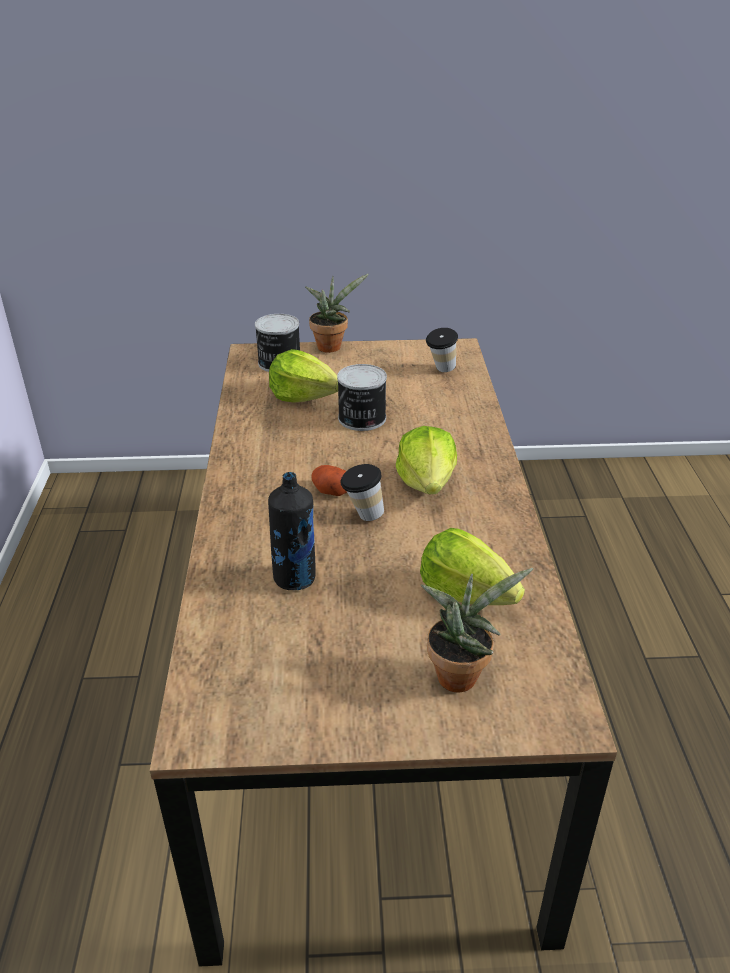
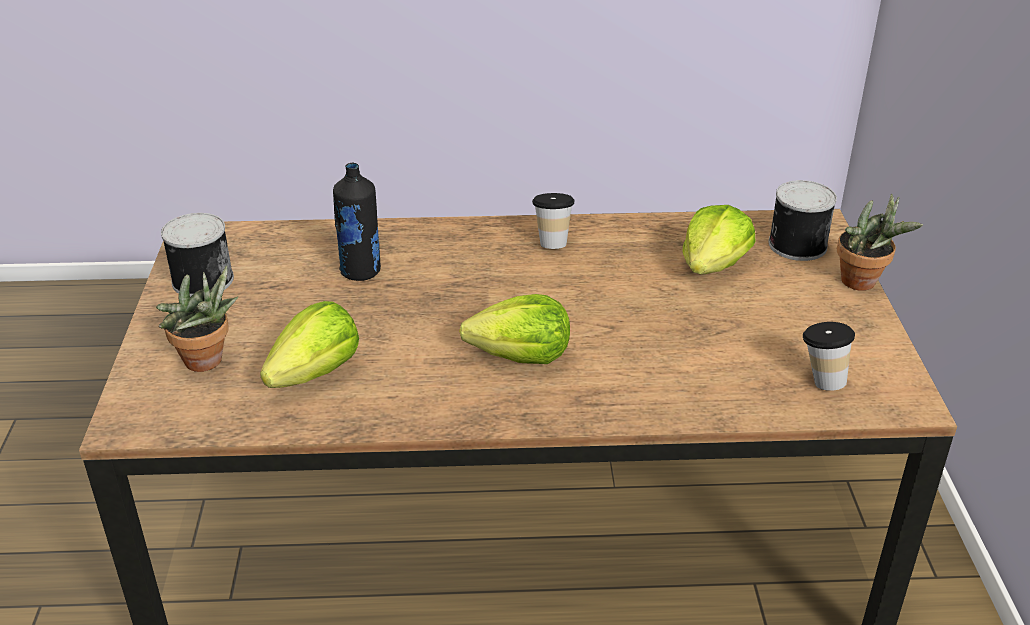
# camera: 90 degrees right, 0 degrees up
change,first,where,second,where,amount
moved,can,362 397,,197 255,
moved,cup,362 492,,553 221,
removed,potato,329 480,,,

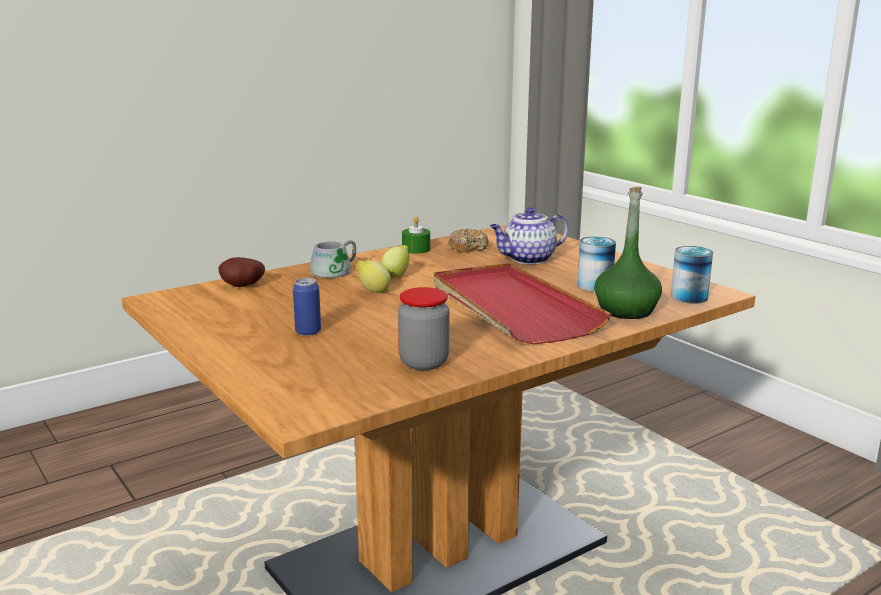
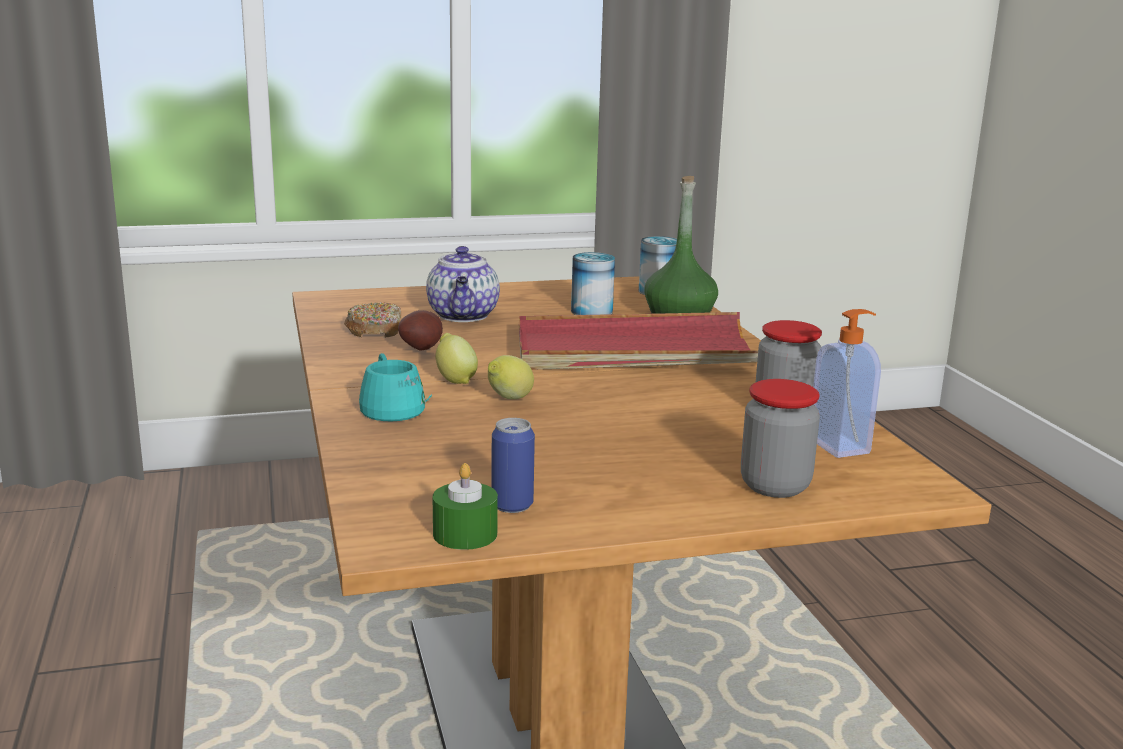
# camera: 70 degrees left, 0 degrees up
change,first,where,second,where,amount
moved,candle (green),416 235,,465 506,
recoloured,mug (grey),334 259,mug (turquoise),395 387,
moved,potato,241 272,,420 330,
moved,can,307 307,,513 465,
added,,,soap dispenser,847 383,
added,,,jar,780 438,

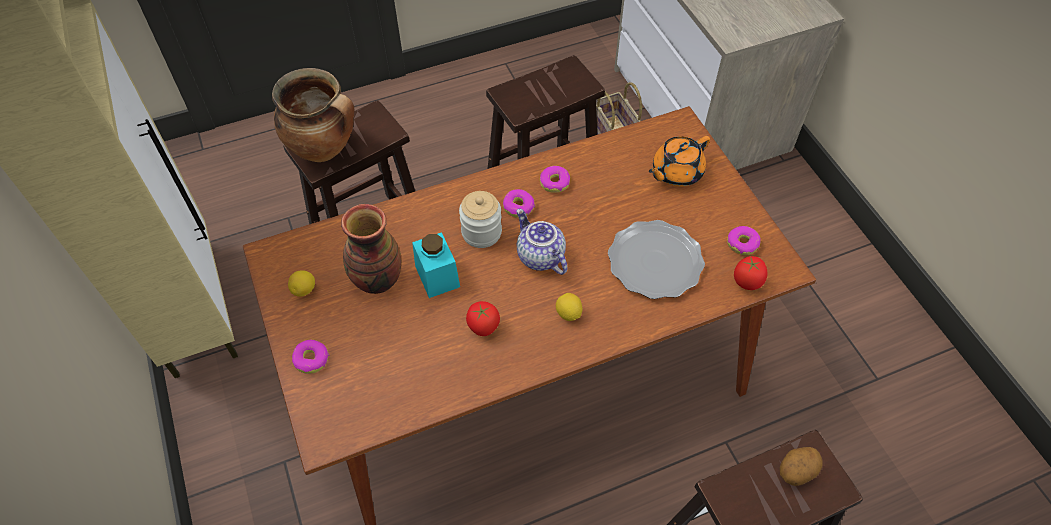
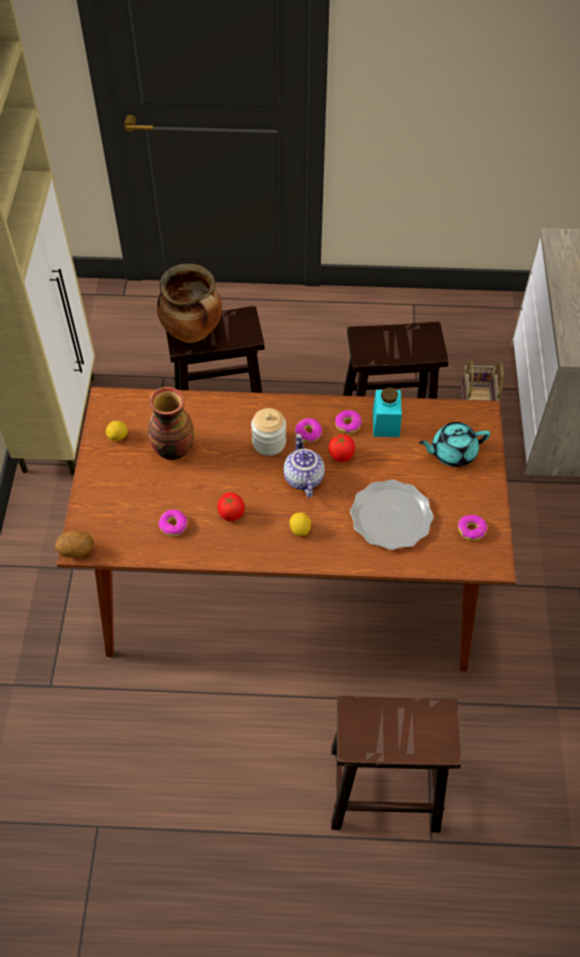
# camera: 25 degrees right, 0 degrees up
change,first,where,second,where,amount
recoloured,teapot (orange),679 161,teapot (turquoise),454 444,
moved,jar (turquoise),436 265,,387 412,
moved,tomato,751 273,,342 448,
moved,donut,310 357,,173 523,
moved,potato,801 466,,74 543,

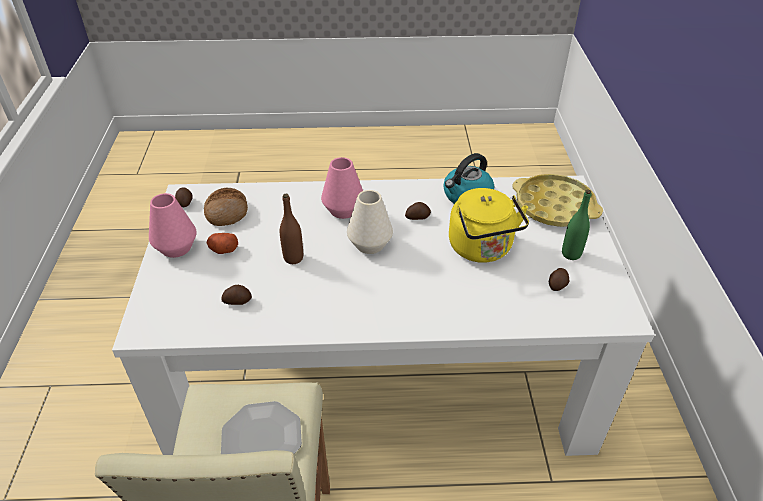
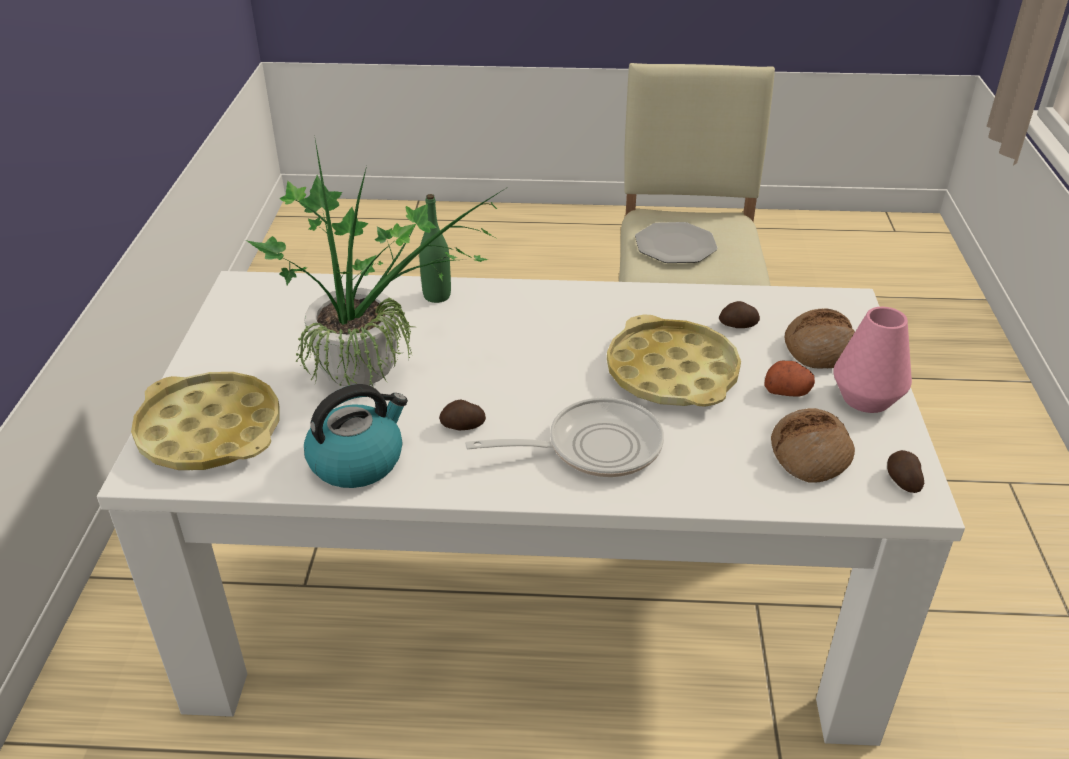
# camera: 175 degrees left, 5 degrees down
change,first,where,second,where,amount
replaced,vase (pink),342 188,frying pan,564 437,
replaced,kettle (yellow),489 225,potted plant,376 260,
removed,vase (white),370 222,,,
moved,bottle (green),576 225,,435 248,
replaced,bottle (brown),291 229,tray (yellow),674 361,
removed,potato,559 279,,,
added,,,bread,819 338,

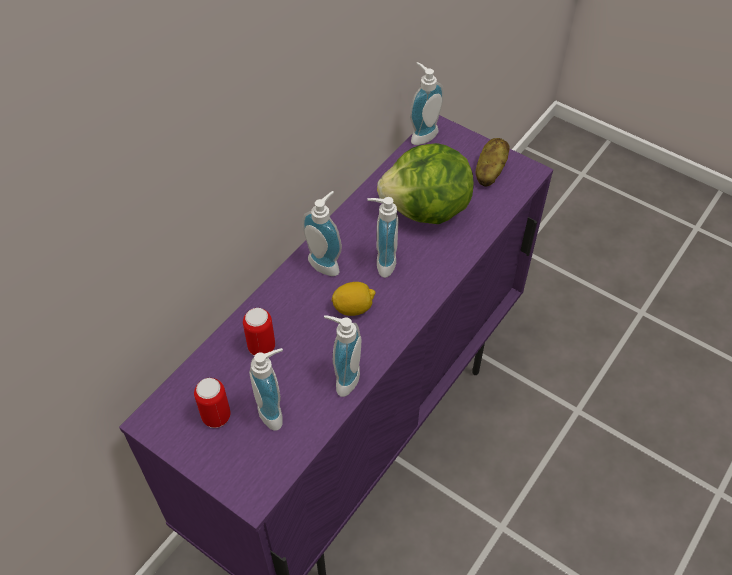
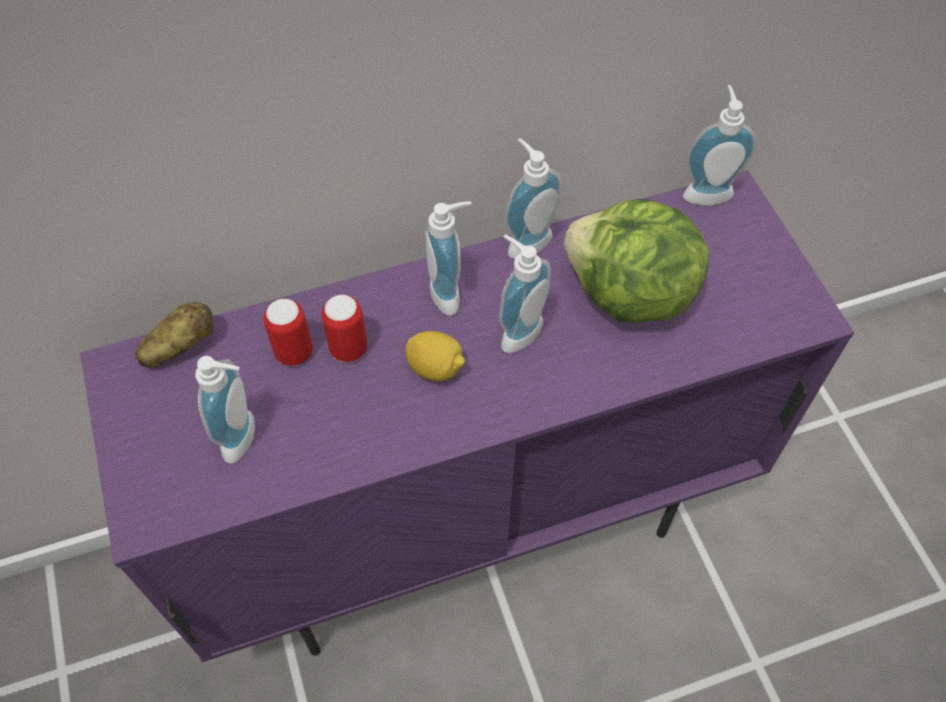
# camera: 35 degrees right, 5 degrees up
change,first,where,second,where,amount
moved,potato,493 162,,174 334,
moved,soap dispenser,342 356,,533 198,
moved,can,212 403,,344 328,

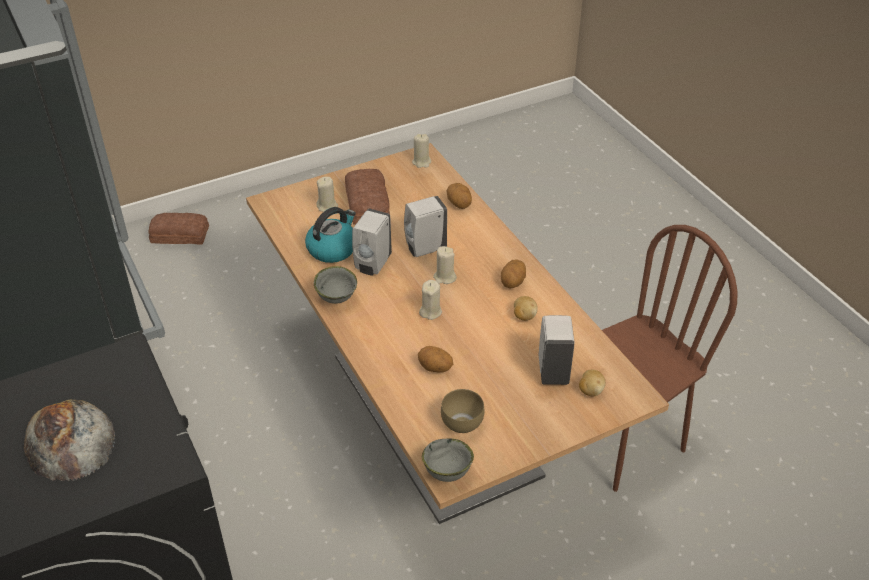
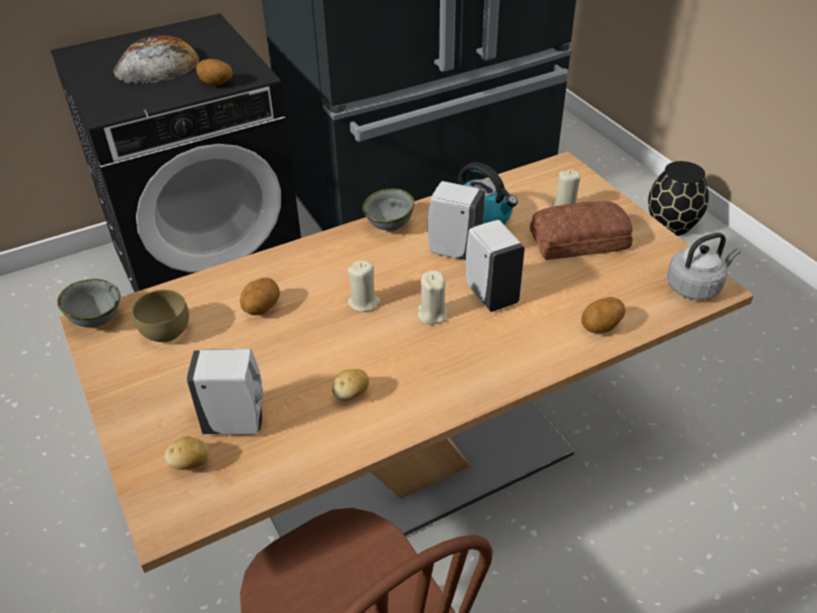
# camera: 90 degrees right, 0 degrees up
change,first,where,second,where,amount
replaced,candle (beige),421 151,kettle (grey),703 266,
replaced,bread,178 229,vase (black),678 198,
moved,potato,513 273,,214 72,

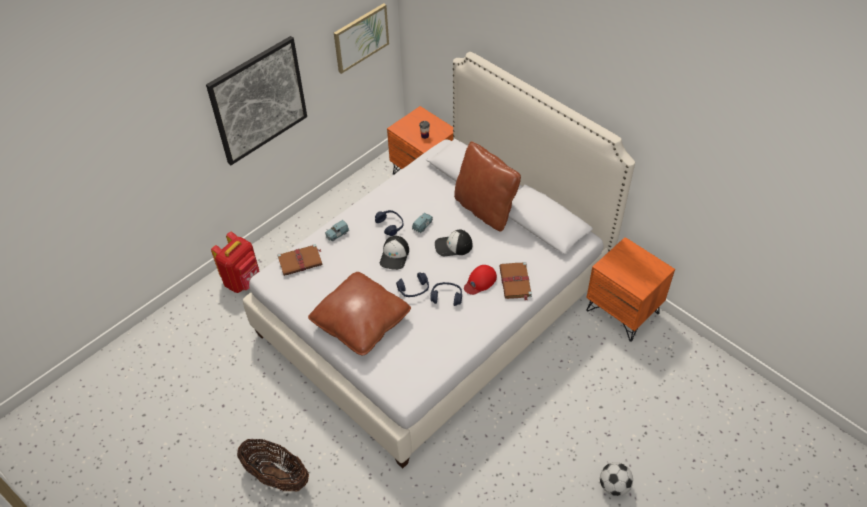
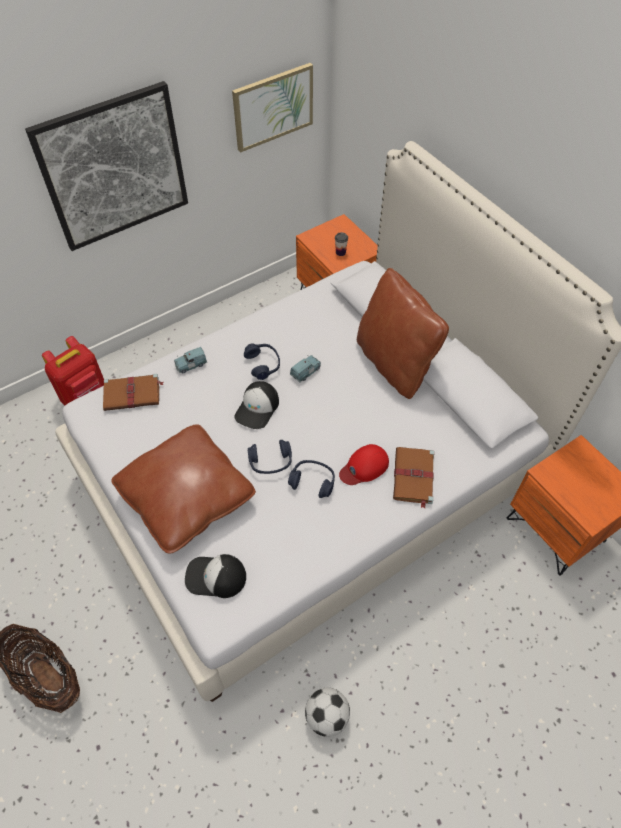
# camera: 10 degrees right, 5 degrees up
change,first,where,second,where,amount
moved,cap,453 243,,215 576,
moved,football,616 479,,327 712,

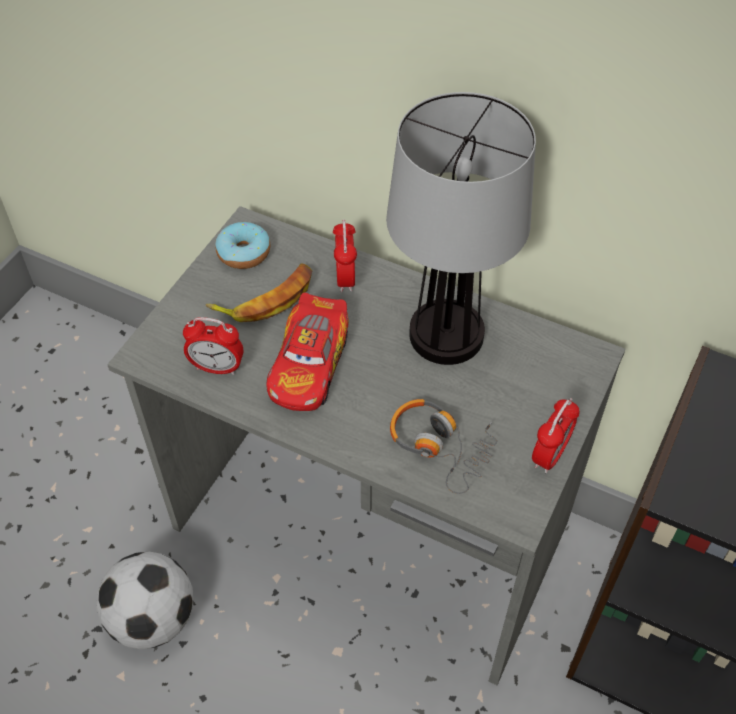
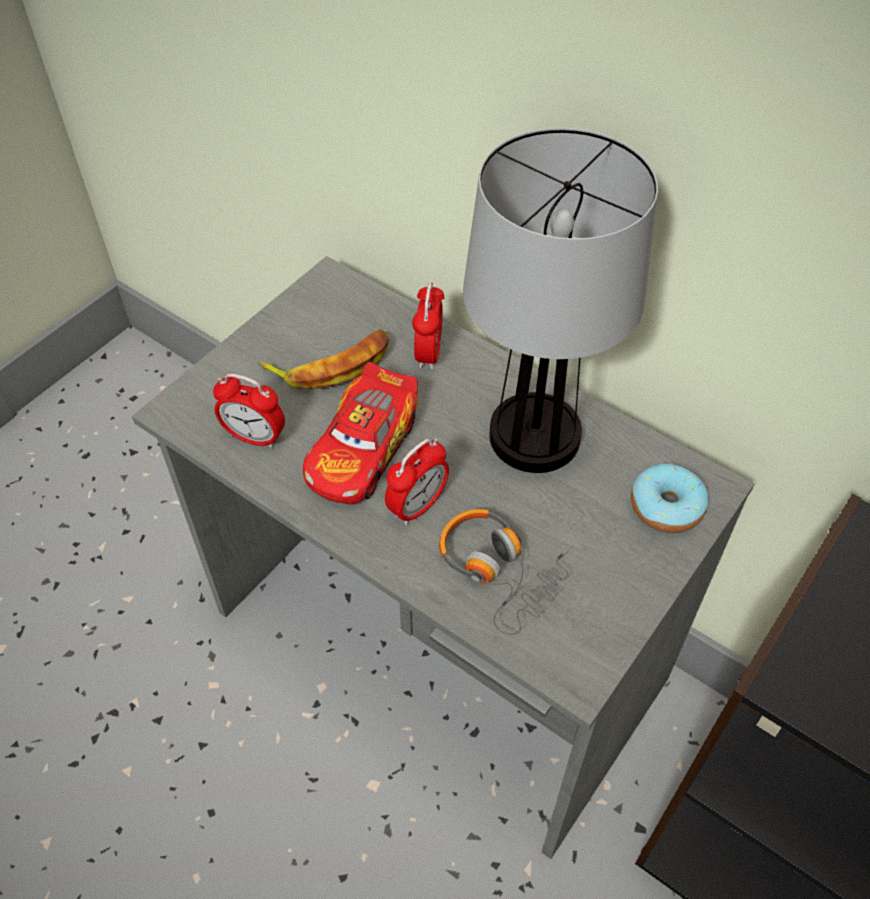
# camera: 10 degrees right, 0 degrees up
change,first,where,second,where,amount
moved,donut,242 245,,669 498,
moved,alarm clock,556 435,,417 482,
removed,football,144 600,,,

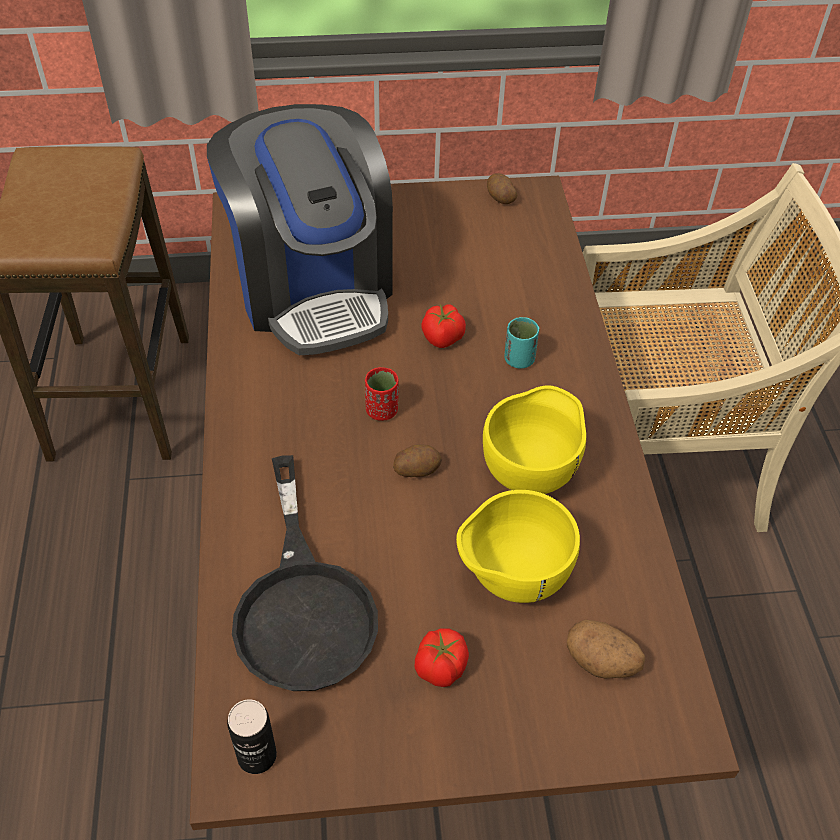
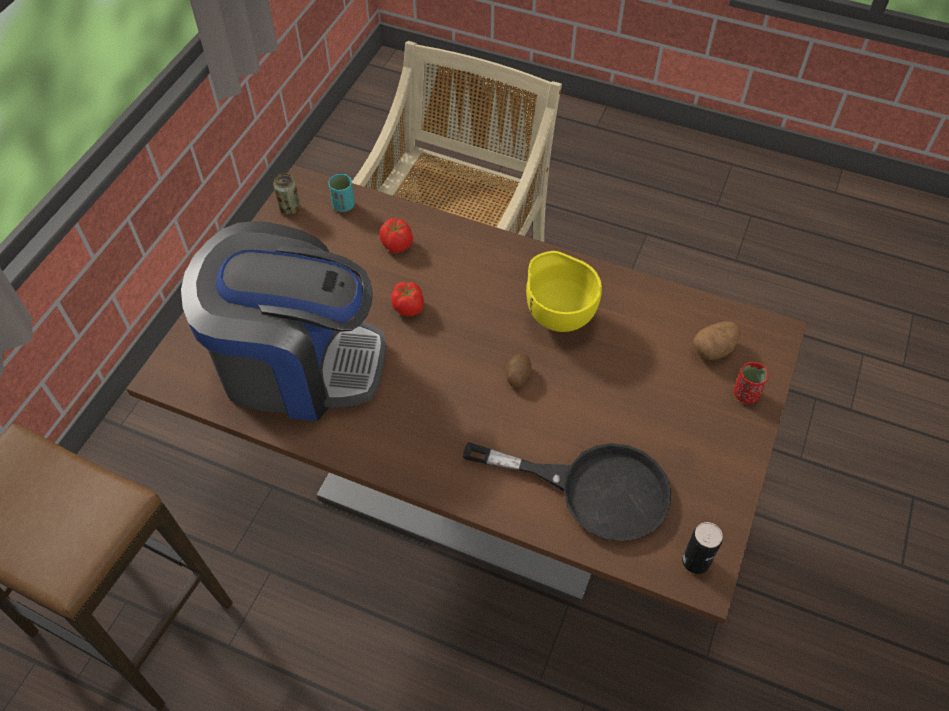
# camera: 60 degrees left, 5 degrees up
change,first,where,second,where,amount
replaced,potato,502 188,can,287 194,
moved,cup (turquoise),521 343,,341 193,
moved,cup (red),382 394,,751 383,
removed,bowl (yellow),518 546,,,
moved,tomato,442 657,,396 235,

